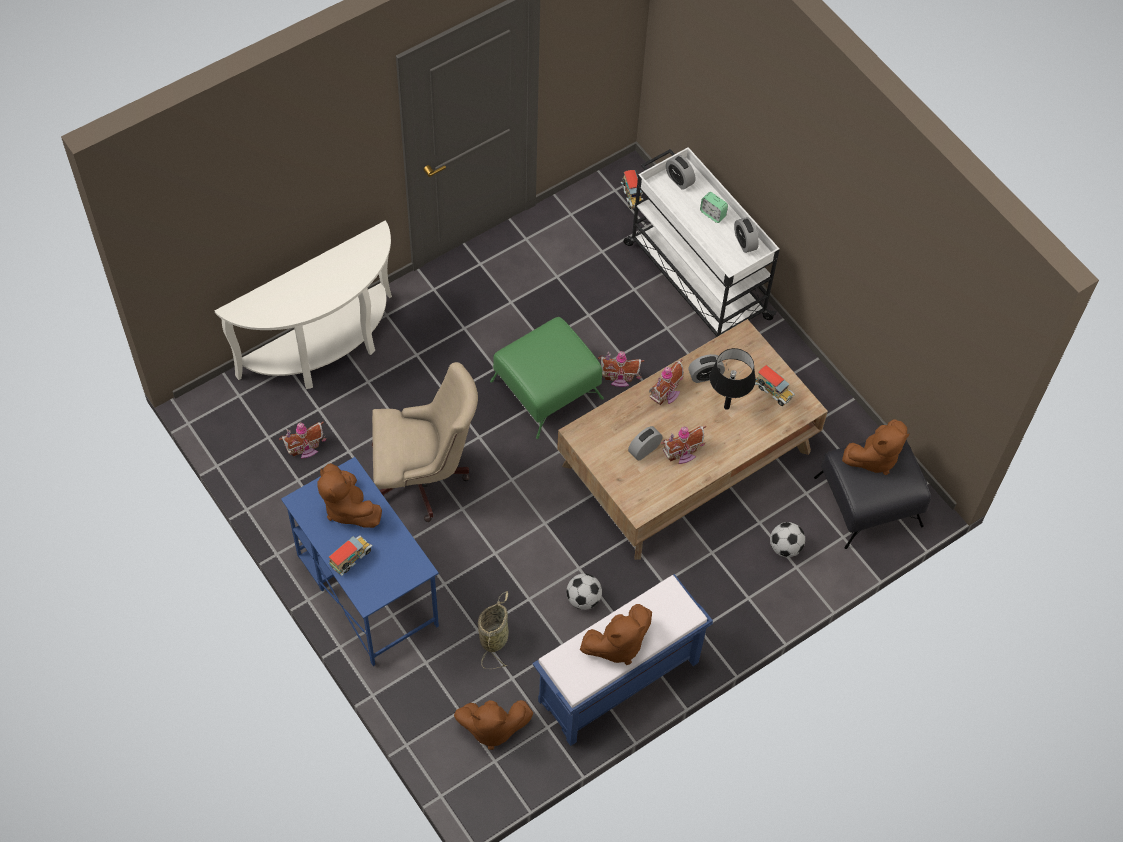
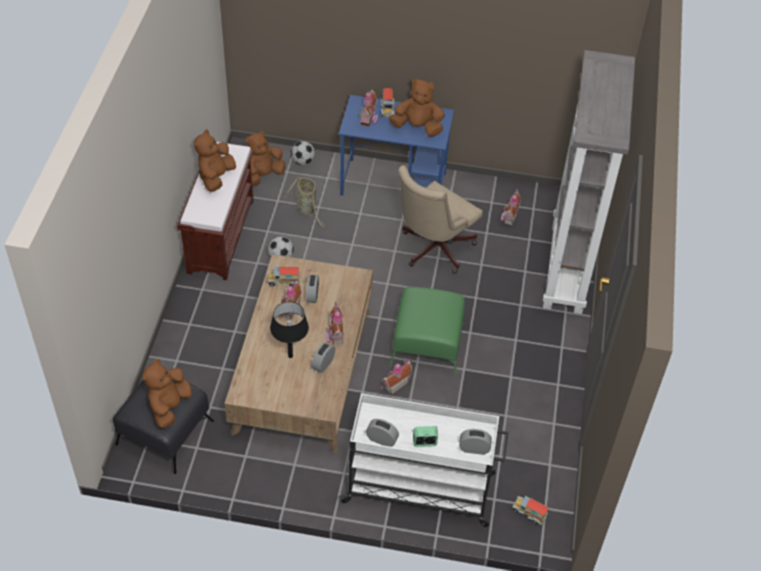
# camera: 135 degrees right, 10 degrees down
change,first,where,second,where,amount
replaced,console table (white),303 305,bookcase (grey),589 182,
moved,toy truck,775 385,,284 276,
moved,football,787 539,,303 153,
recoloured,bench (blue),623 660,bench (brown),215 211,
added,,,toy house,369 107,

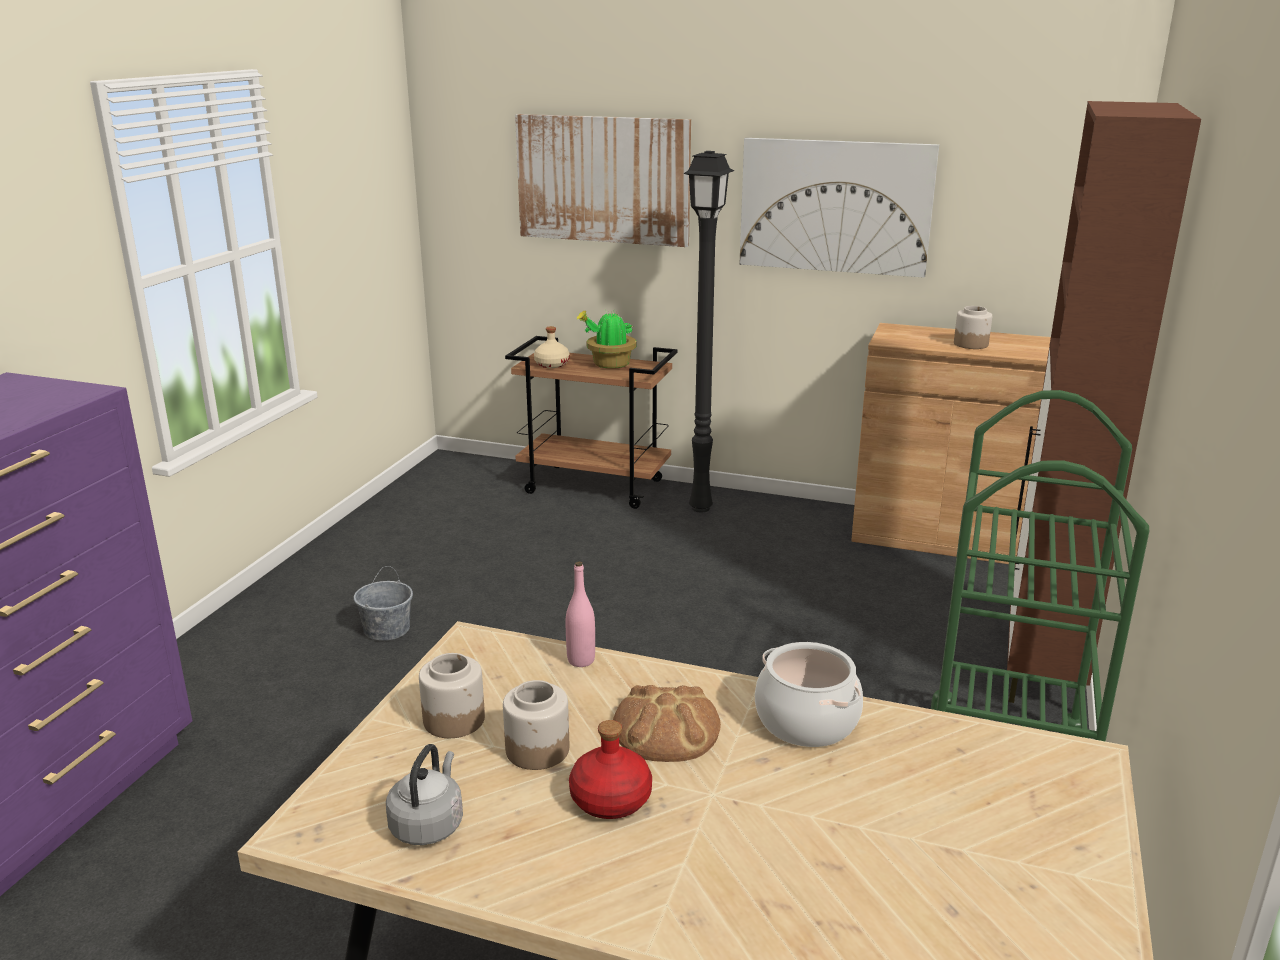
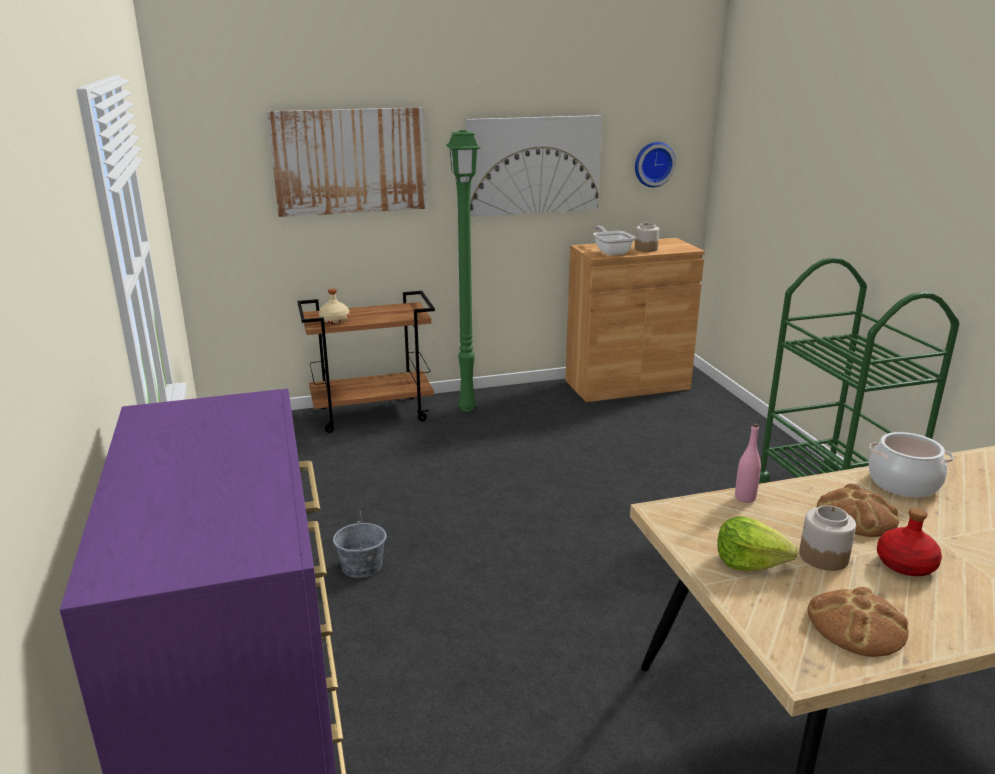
# camera: 35 degrees left, 0 degrees up
change,first,where,second,where,amount
removed,cabinet (brown),1104 402,,,
recoloured,floor lamp (black),708 331,floor lamp (green),463 270,
removed,potted plant,606 338,,,
replaced,jar,452 695,lettuce,757 543,
replaced,kettle (grey),424 794,bread,858 622,
added,,,wall clock,655 164,
added,,,frying pan,614 240,

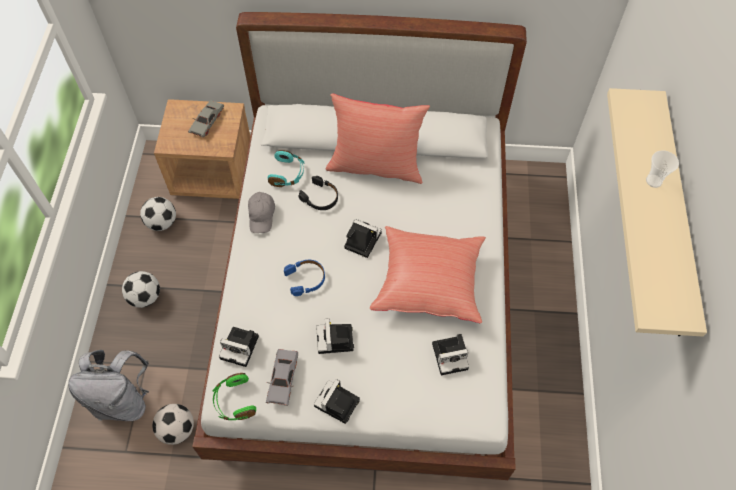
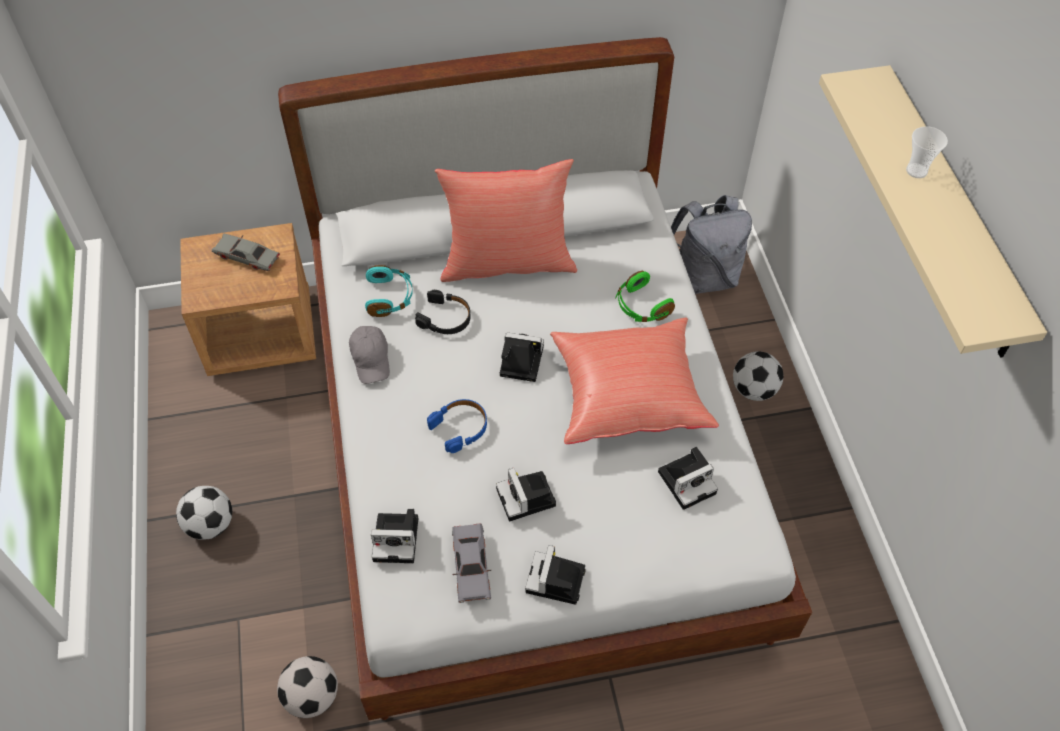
# camera: 15 degrees left, 5 degrees down
change,first,where,second,where,amount
turned,toy car (grey),206 119,,246 252,105 degrees clockwise
moved,football,158 214,,758 376,
moved,backpack (grey),108 385,,711 244,
moved,headphones (green),234 396,,645 296,

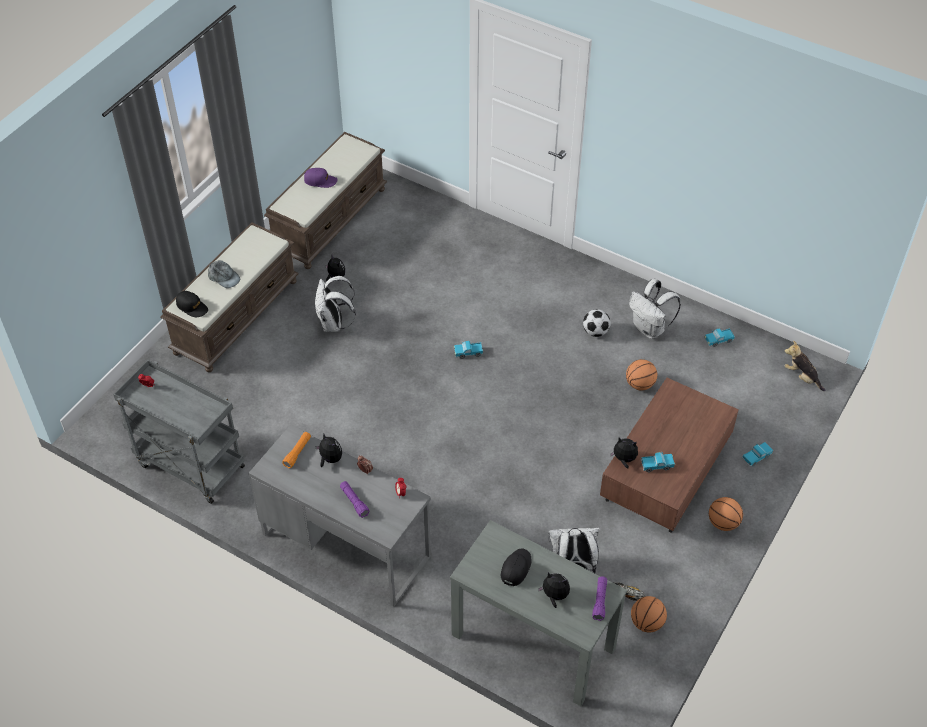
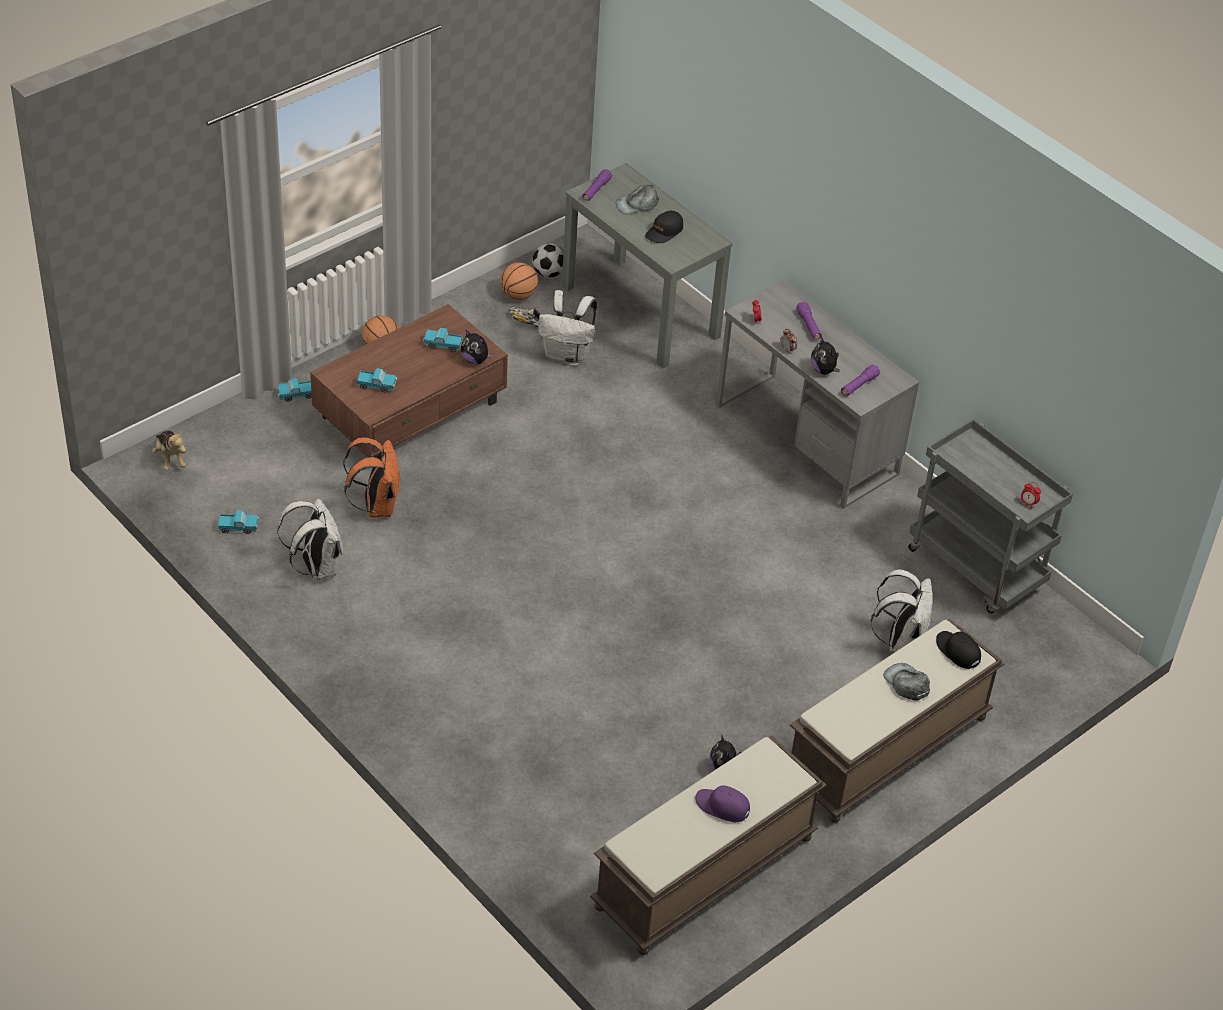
# camera: 165 degrees left, 5 degrees down
change,first,where,second,where,amount
moved,backpack (white),335 304,,902 611,
moved,football,597 323,,548 260,
moved,toy truck,468 349,,377 380,
replaced,basketball,641 375,backpack (orange),372 477,
recoloured,flashlight (orange),296 450,flashlight (purple),860 380,
replaced,plush toy,554 590,cap (grey),637 200,

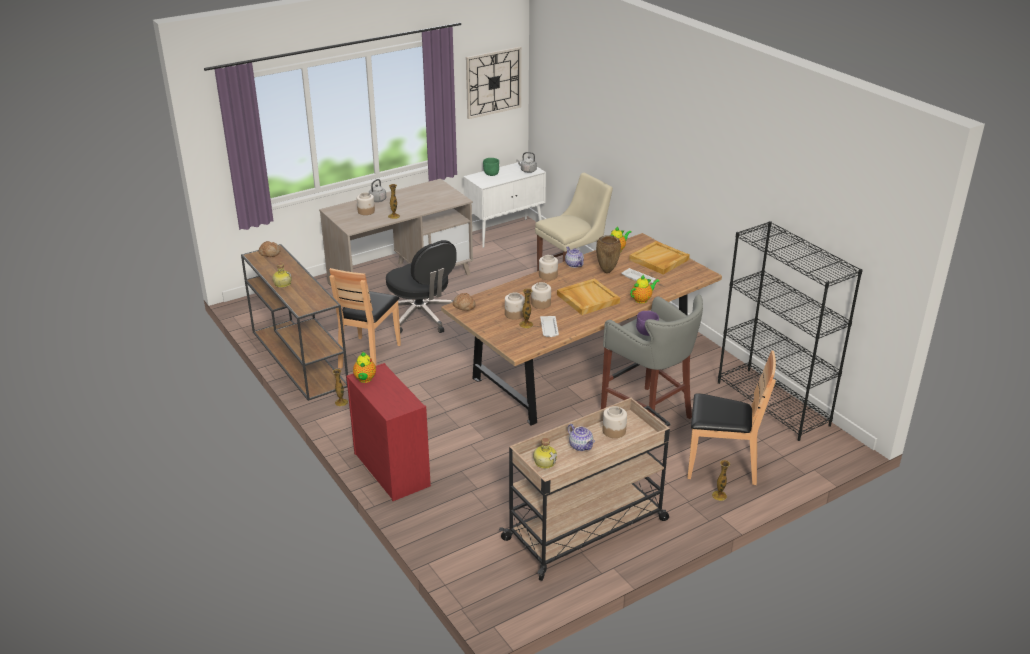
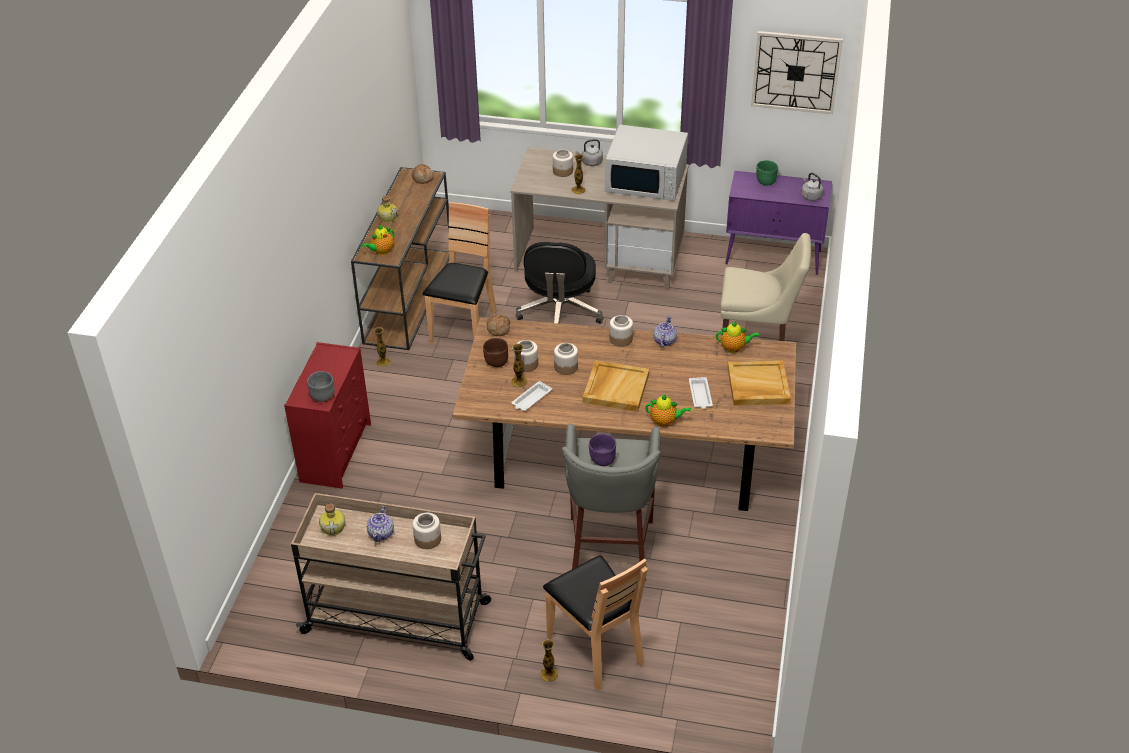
# camera: 45 degrees right, 10 degrees up
change,first,where,second,where,amount
recoloured,cabinet (white),504 204,cabinet (purple),778 223,
removed,bookcase (black),790 331,,,
removed,vase (brown),608 254,,,
turned,chair (brown),365 318,,460 272,135 degrees clockwise
moved,teapot,364 367,,378 240,
added,,,microwave (white),646 163,
added,,,bowl (brown),495 352,
added,,,bowl (grey),321 386,

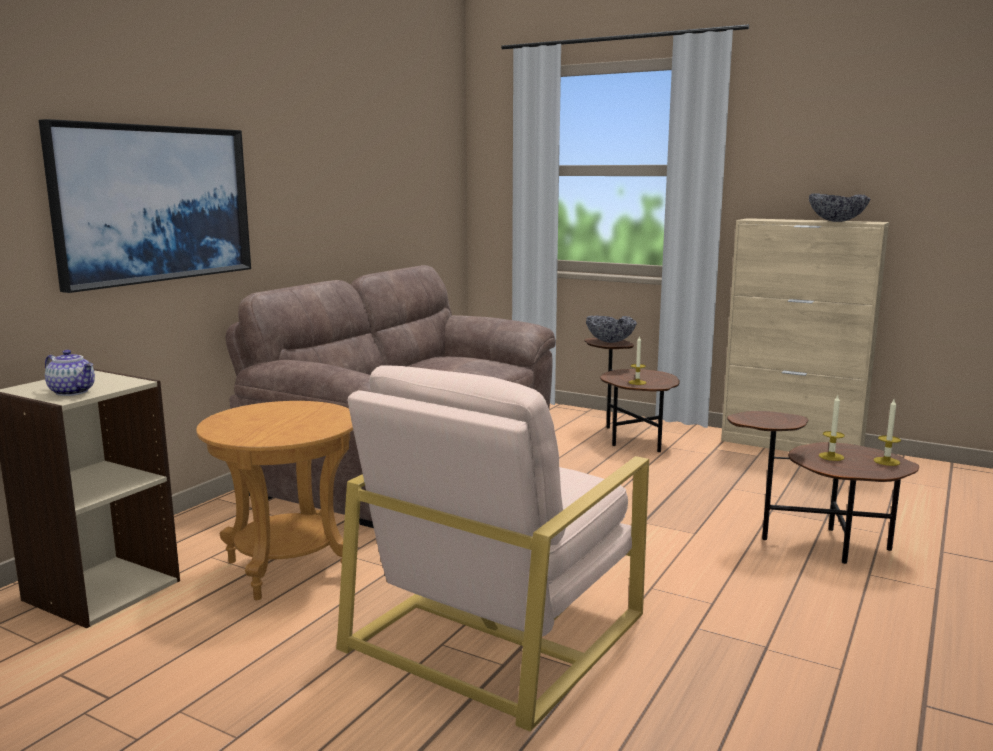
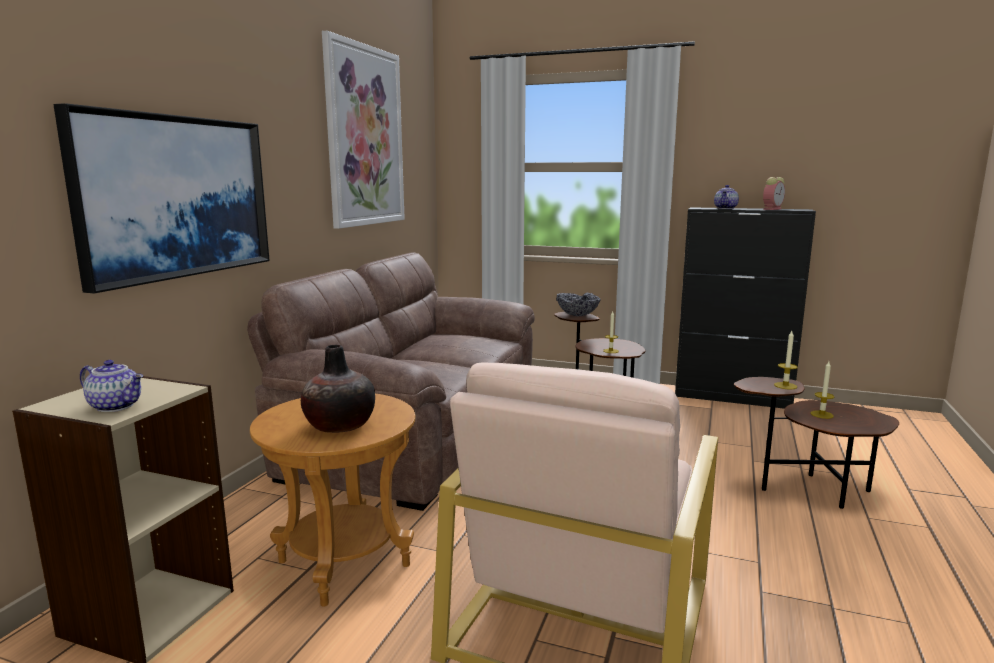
# camera: 10 degrees left, 0 degrees up
change,first,where,second,where,amount
replaced,bowl,840 207,alarm clock,774 193,
recoloured,cabinet (beige),805 335,cabinet (black),745 308,
moved,candle,887 432,,786 360,
added,,,picture,363 130,
added,,,teapot,726 197,
added,,,vase,338 388,

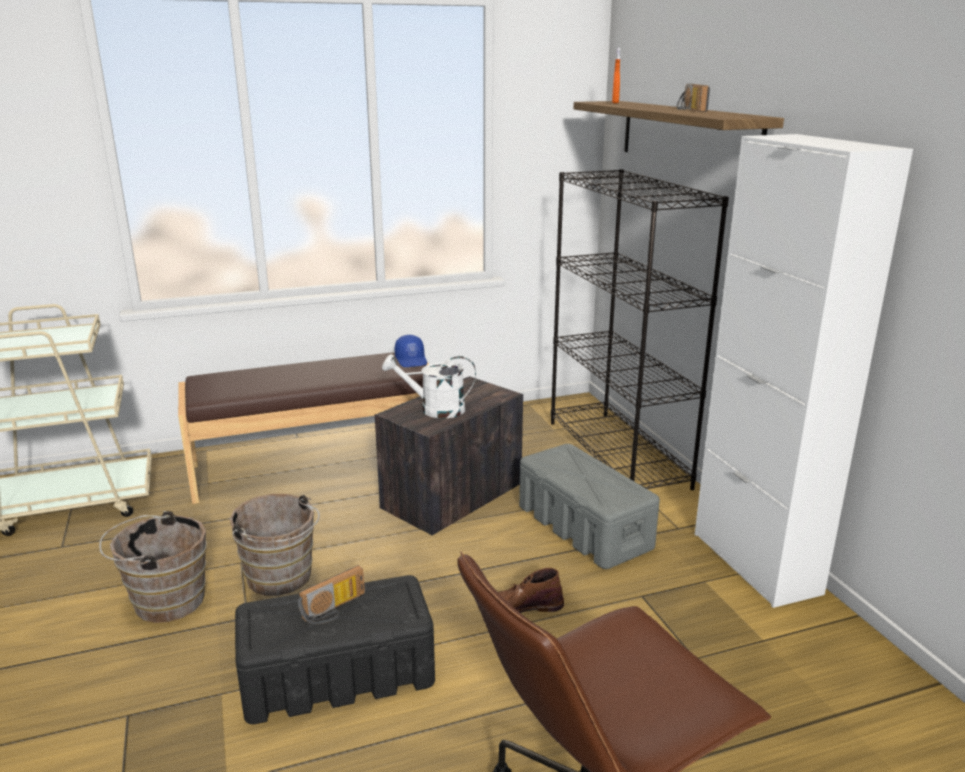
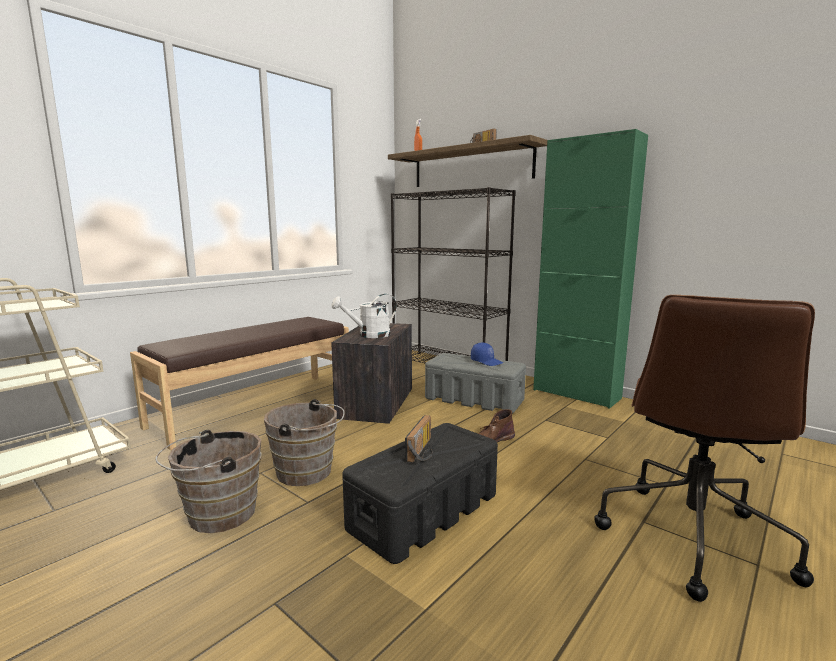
# camera: 30 degrees left, 10 degrees down
change,first,where,second,where,amount
recoloured,cabinet (white),804 371,cabinet (green),590 269,
moved,cap (blue),411 351,,487 354,

